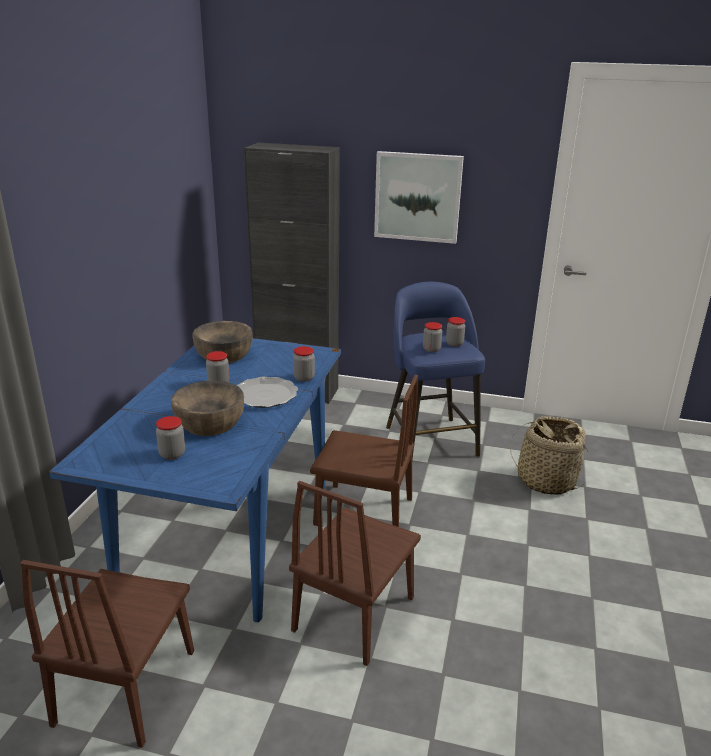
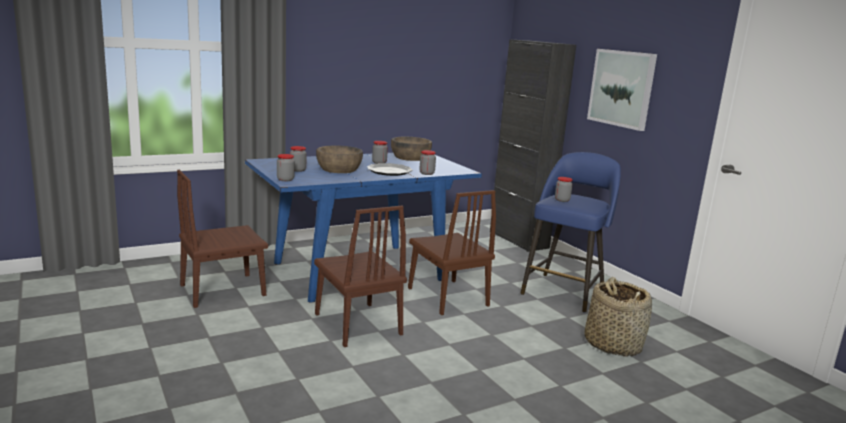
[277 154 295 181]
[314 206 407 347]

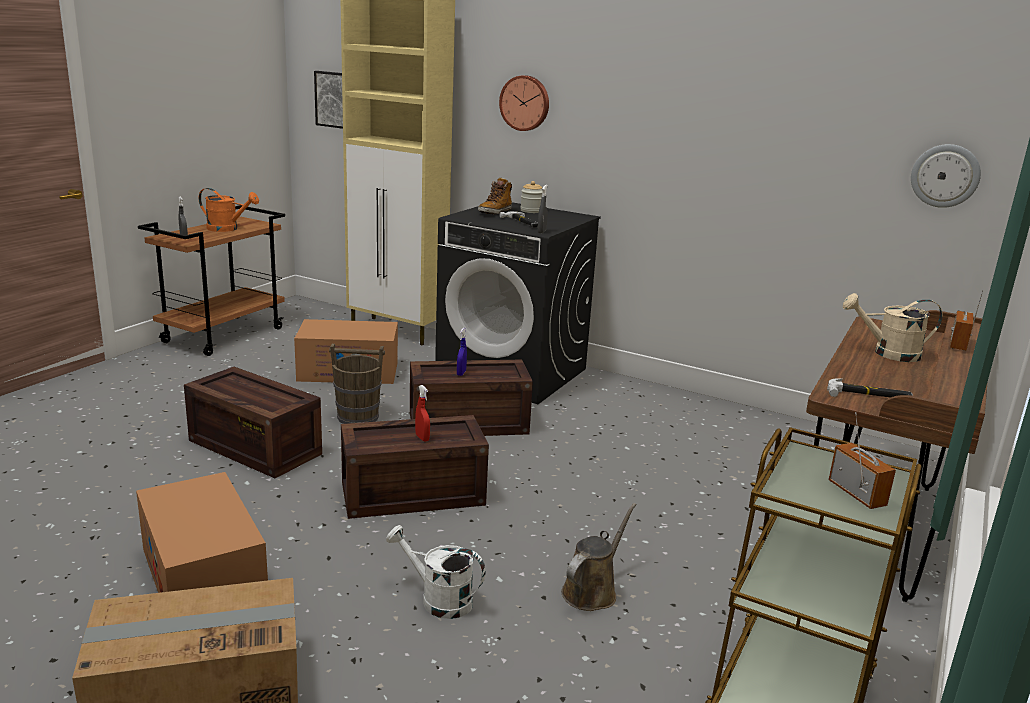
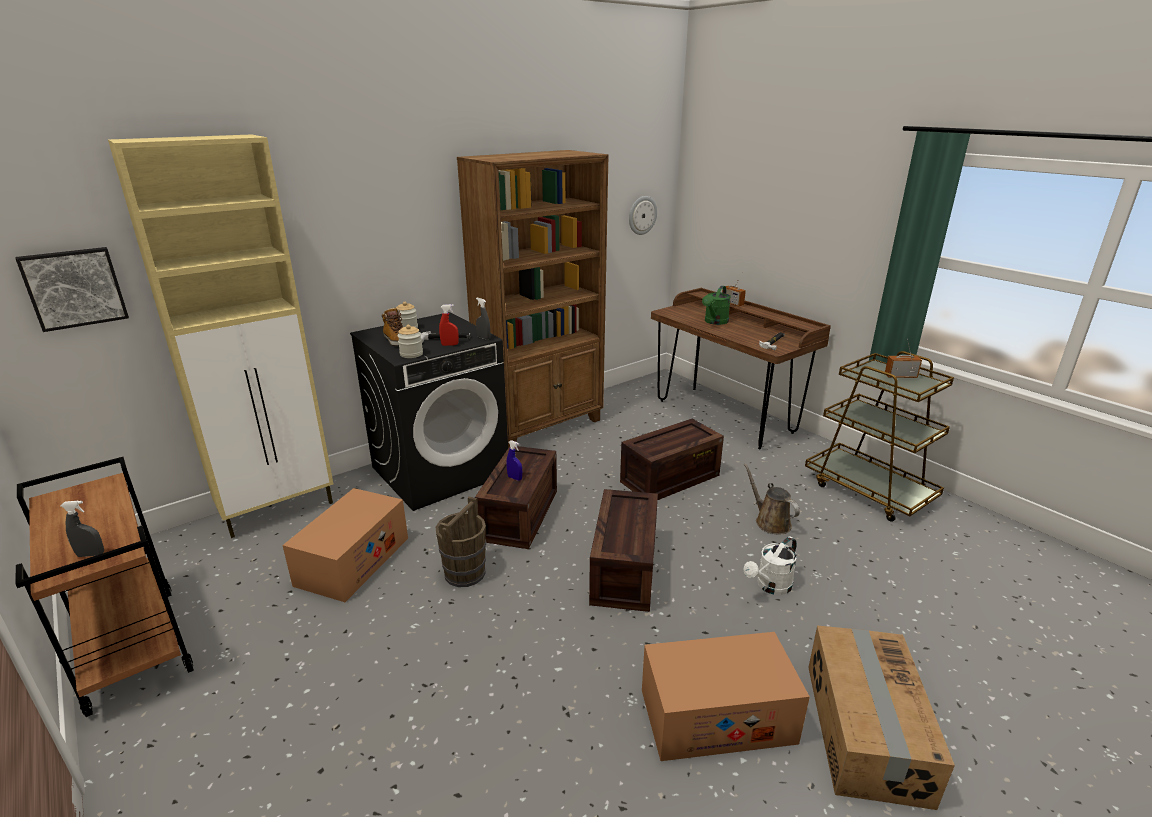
[199 188 259 232] (first image)
[499 75 549 131] (first image)
[397 325 423 358]
[457 150 609 448]
[620 419 724 500]
[439 304 459 346]
[702 286 730 325]

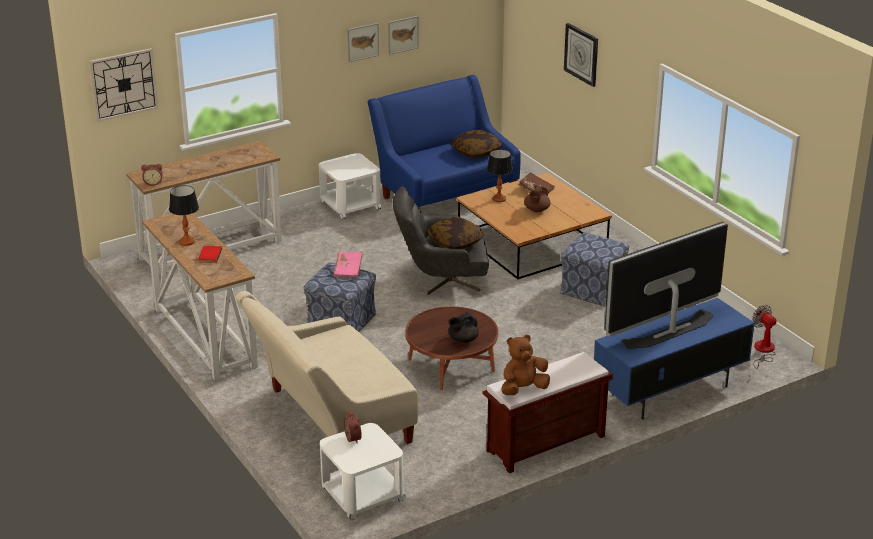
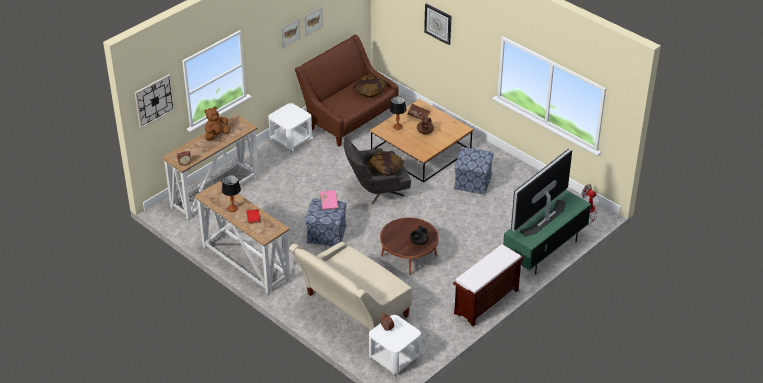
[204 106 230 141]
[295 35 399 147]
[503 190 591 274]

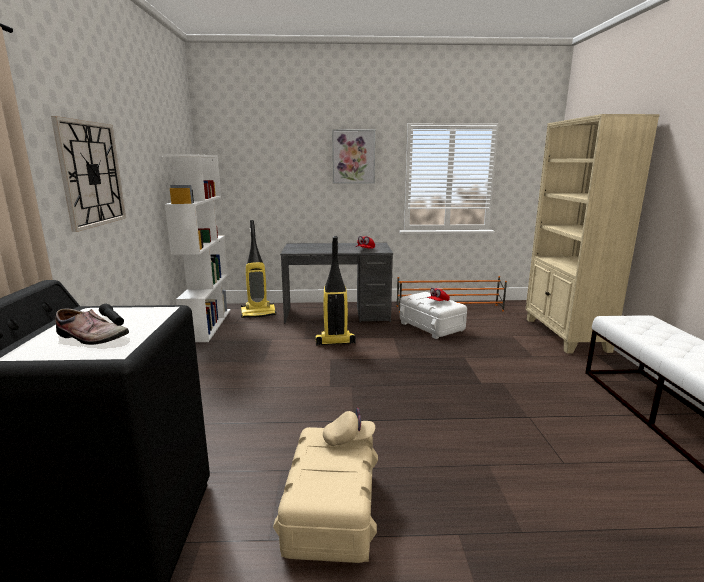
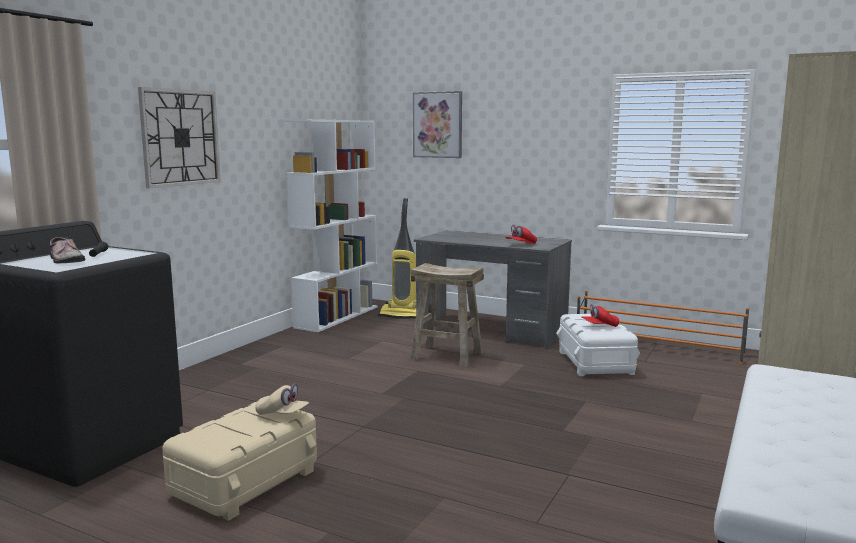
[413 91 462 158]
[410 263 484 367]

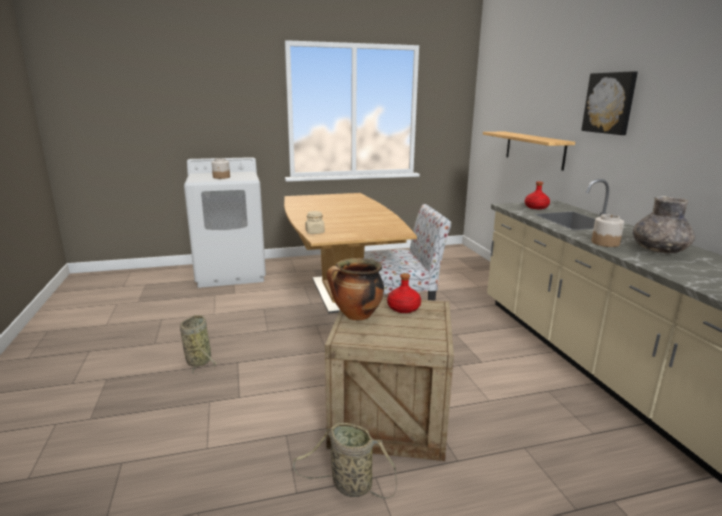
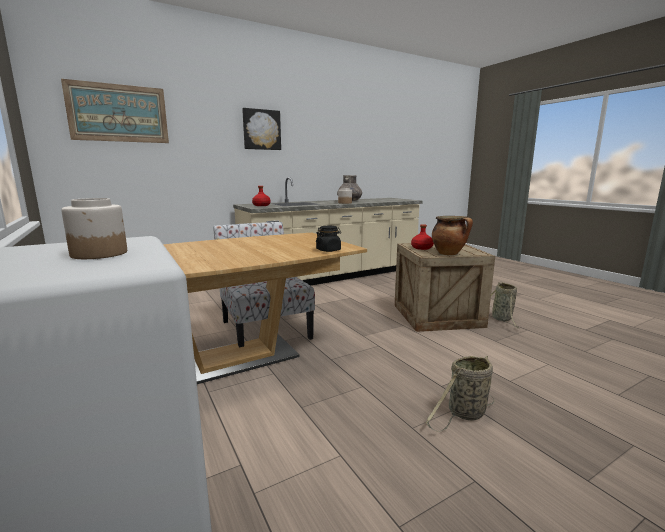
[483 132 575 171] (first image)
[61 79 169 143]
[316 226 341 252]

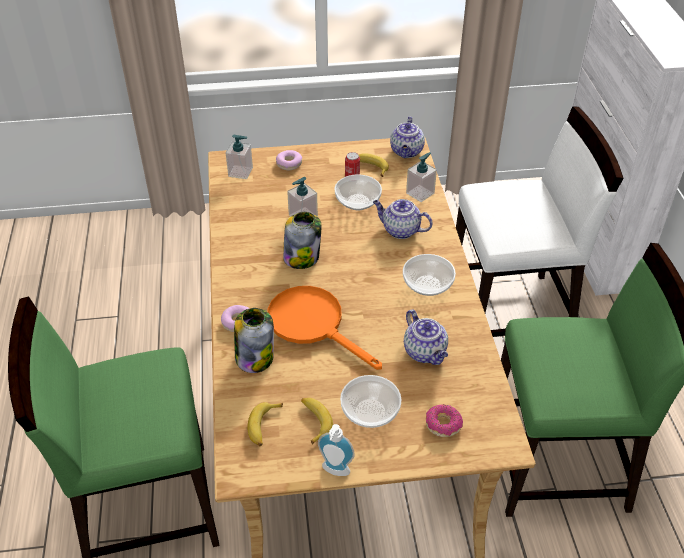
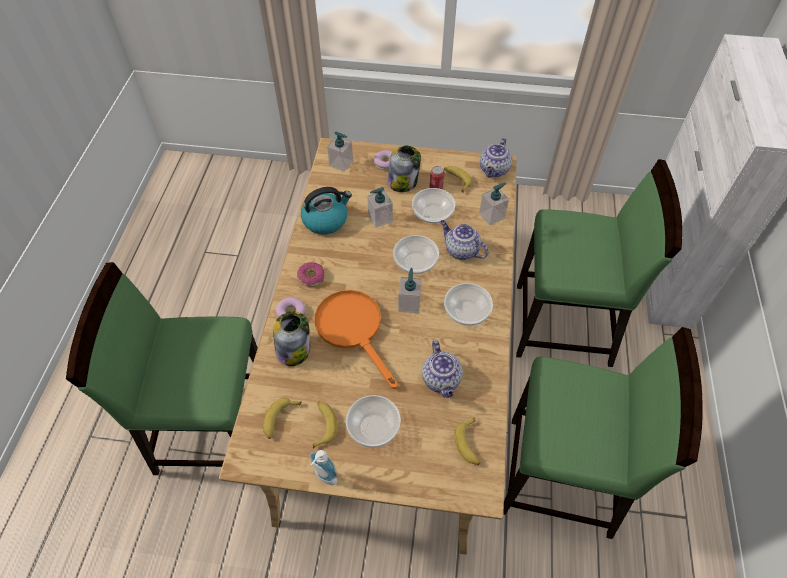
[301 187 352 234]
[393 235 439 274]
[398 268 422 314]
[454 418 481 465]
[387 146 421 192]
[297 262 325 287]
[516 159 683 367]

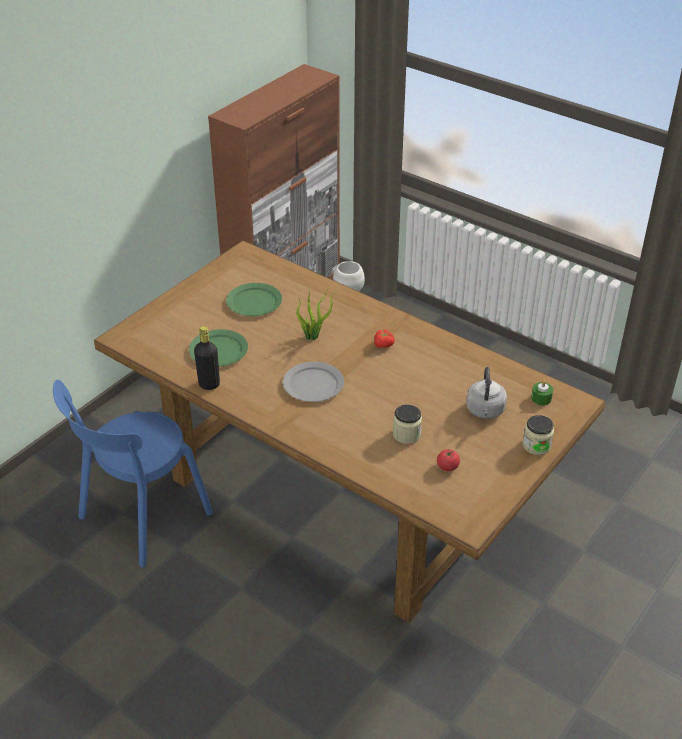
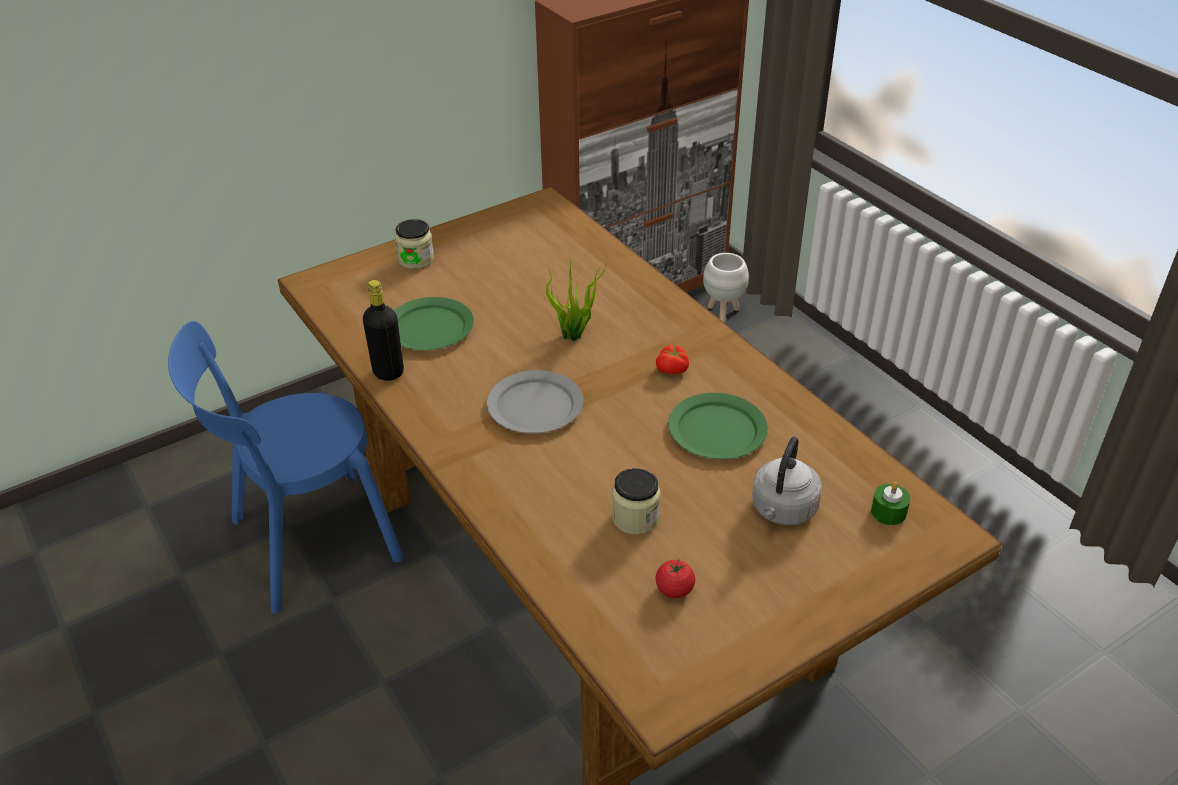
[668 393 768 459]
[395 219 434 269]

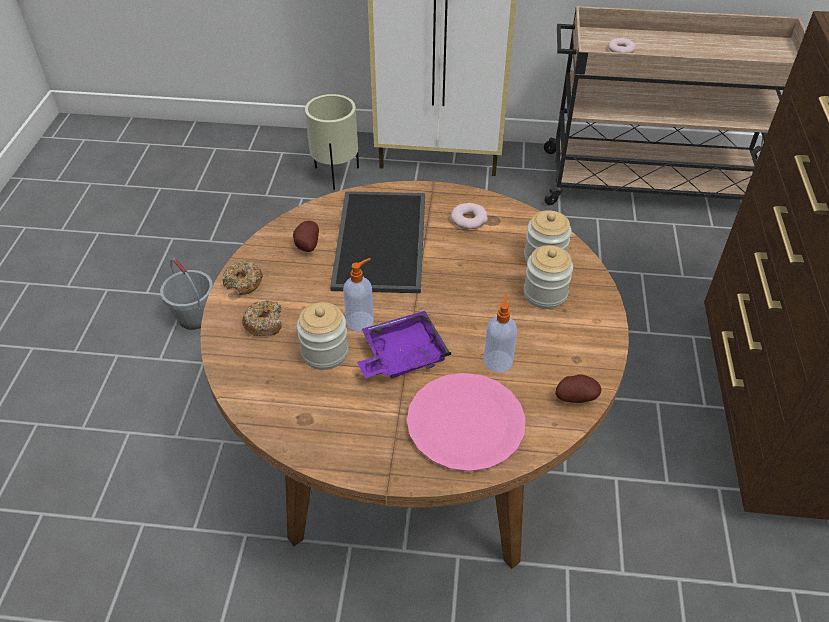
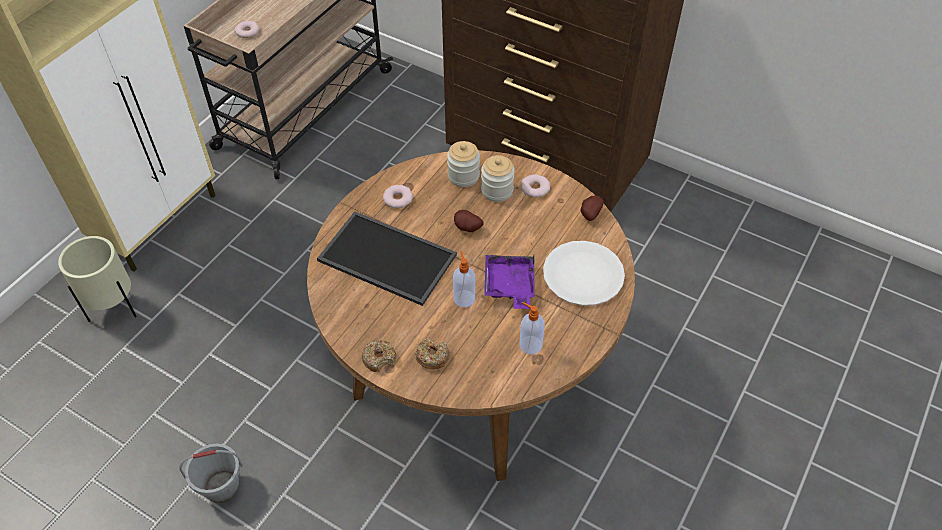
[297 302 348 370] (first image)
[521 174 550 198]
[454 210 484 232]
[520 302 545 354]
[543 241 625 306]

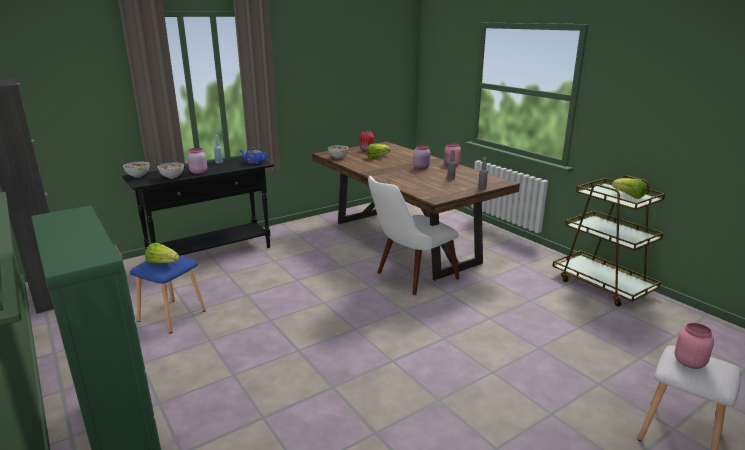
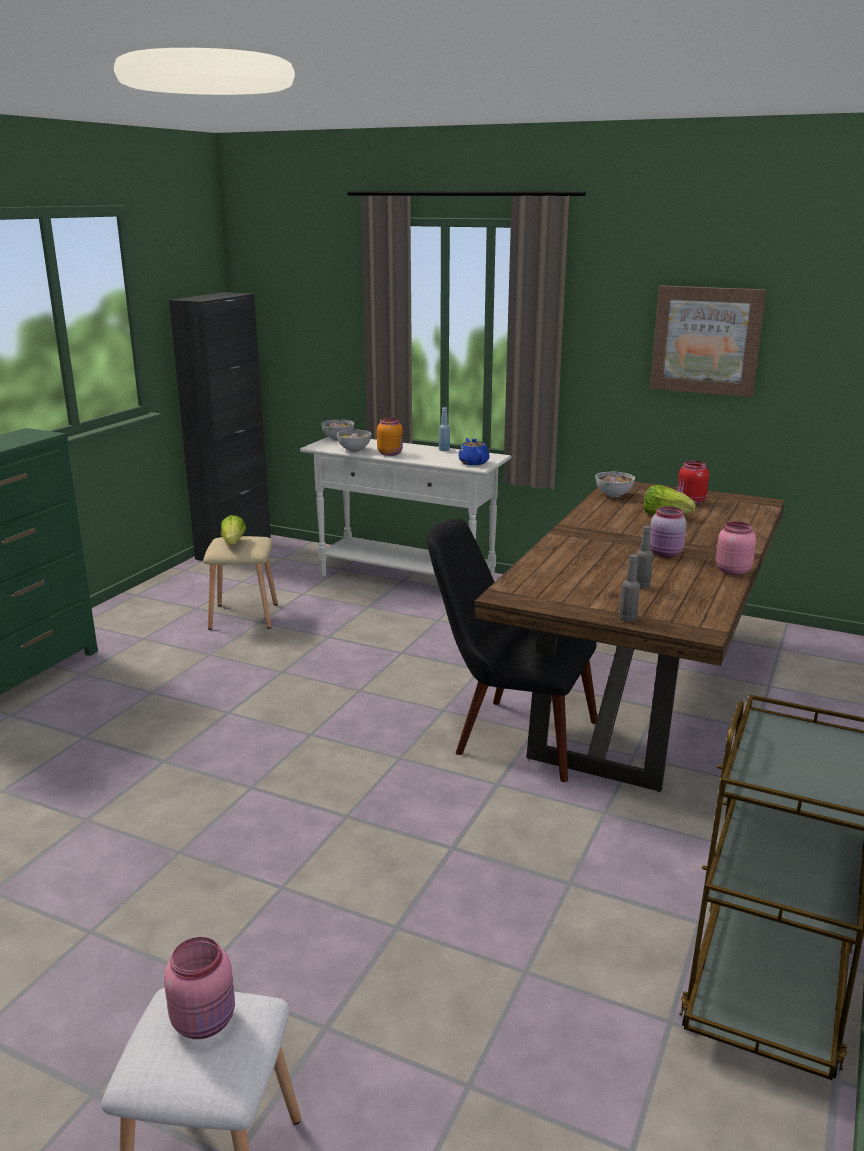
[612 178 646 199] (first image)
[650 285 767 397]
[300 437 512 580]
[203 536 277 630]
[377 418 403 456]
[427 518 598 782]

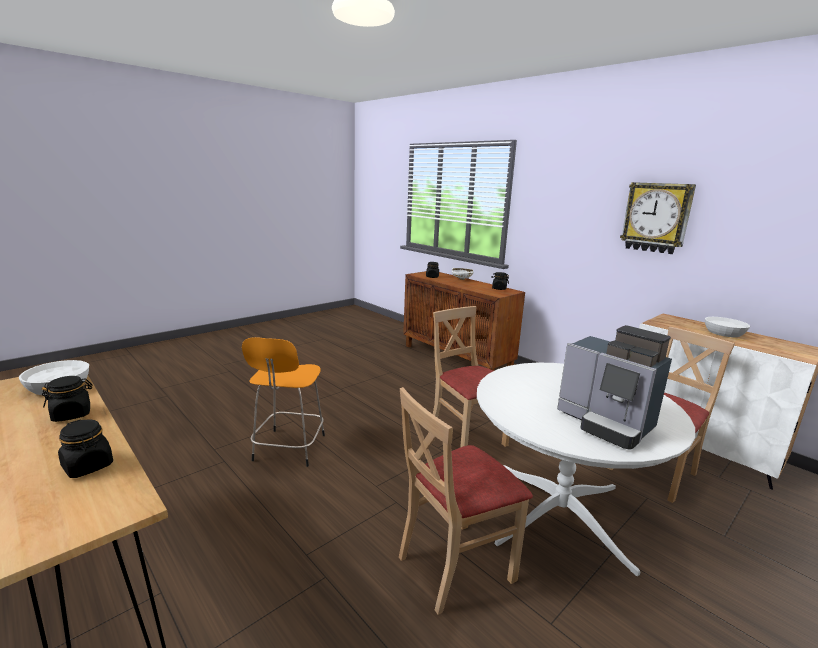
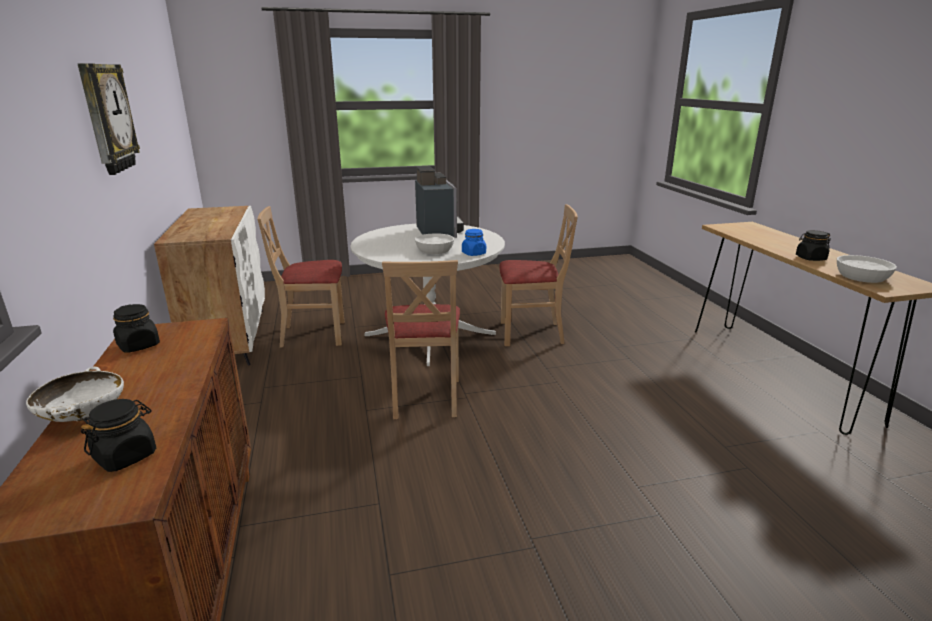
[58 419 113 478] (first image)
[242 337 325 467] (first image)
[462 229 486 256]
[415 233 454 254]

